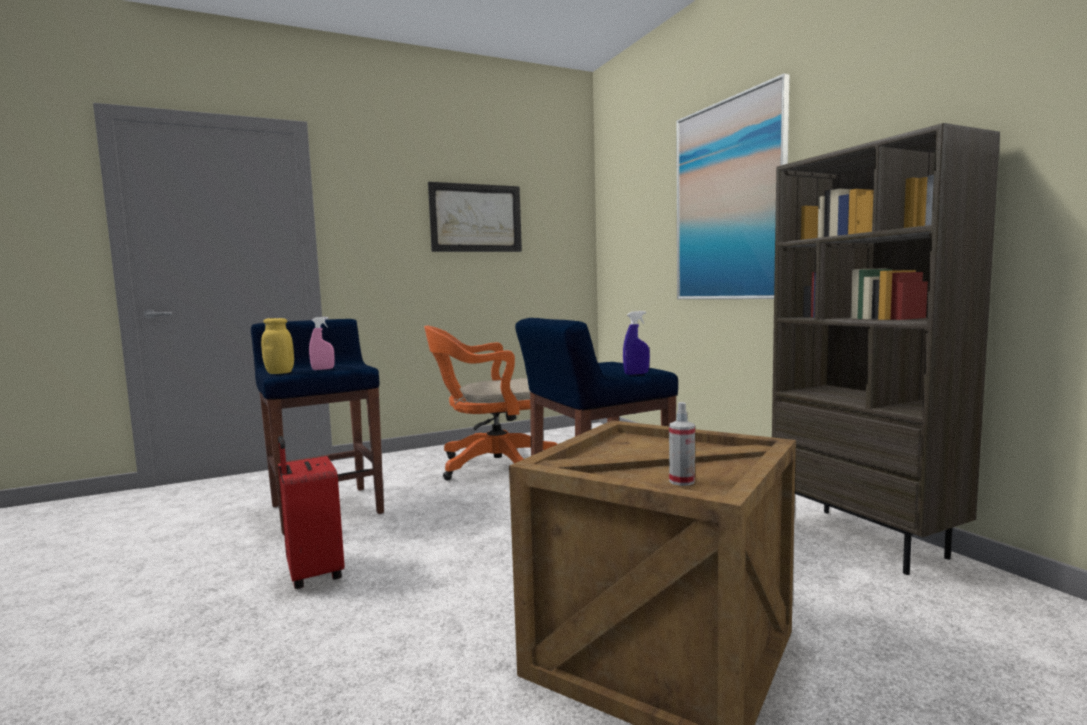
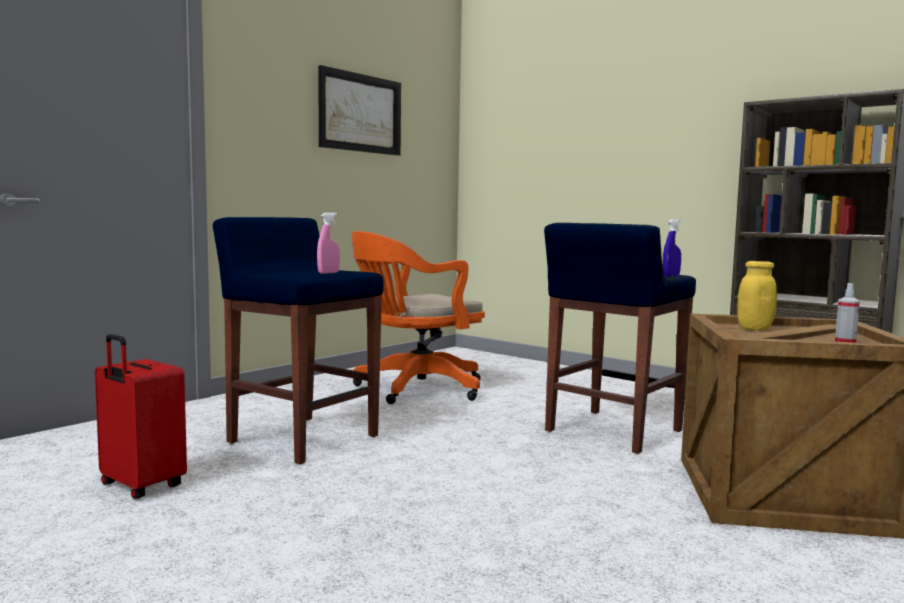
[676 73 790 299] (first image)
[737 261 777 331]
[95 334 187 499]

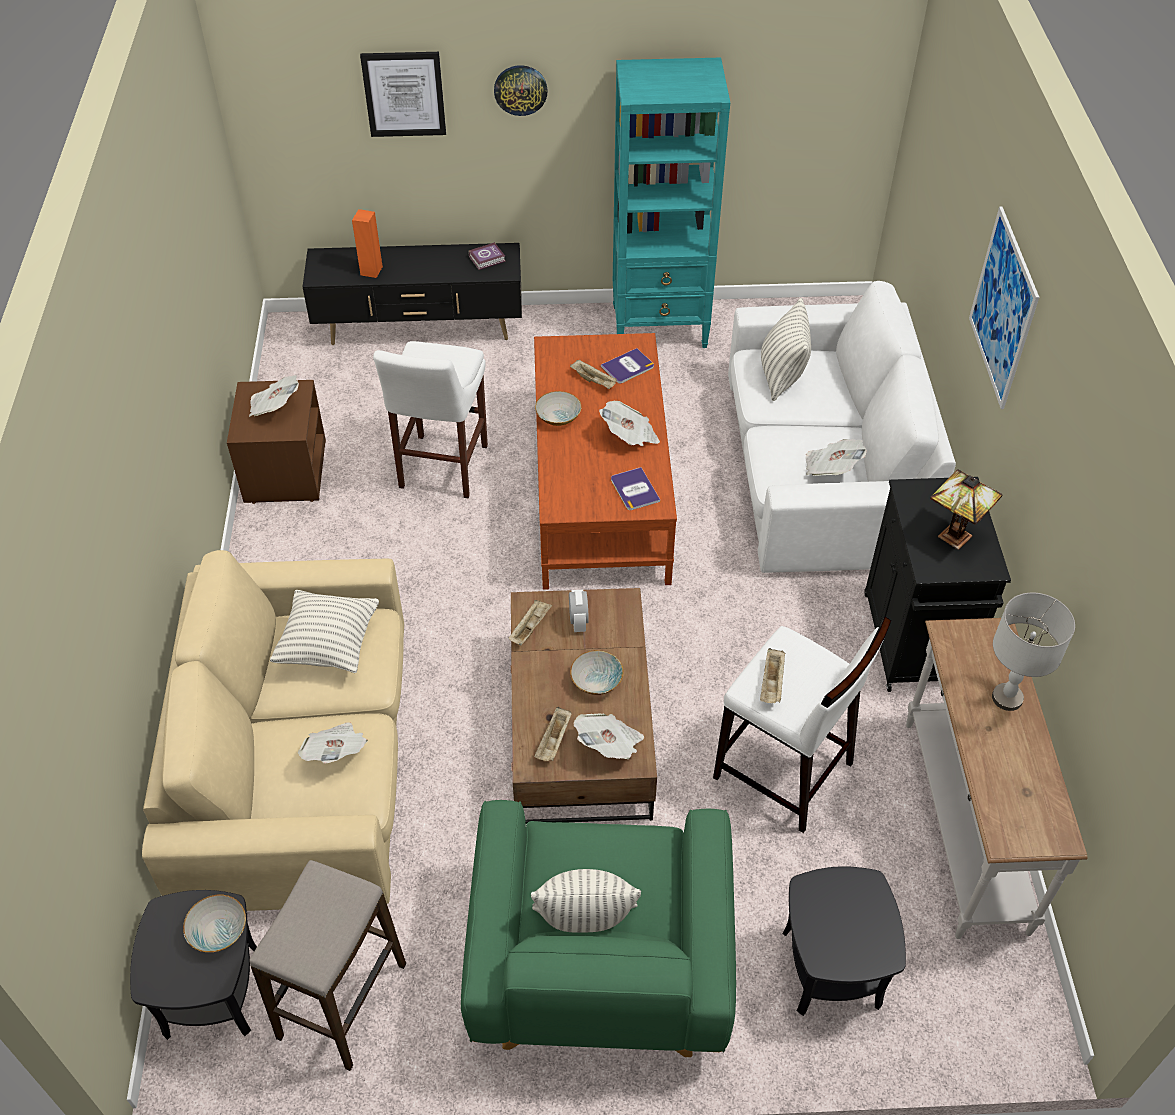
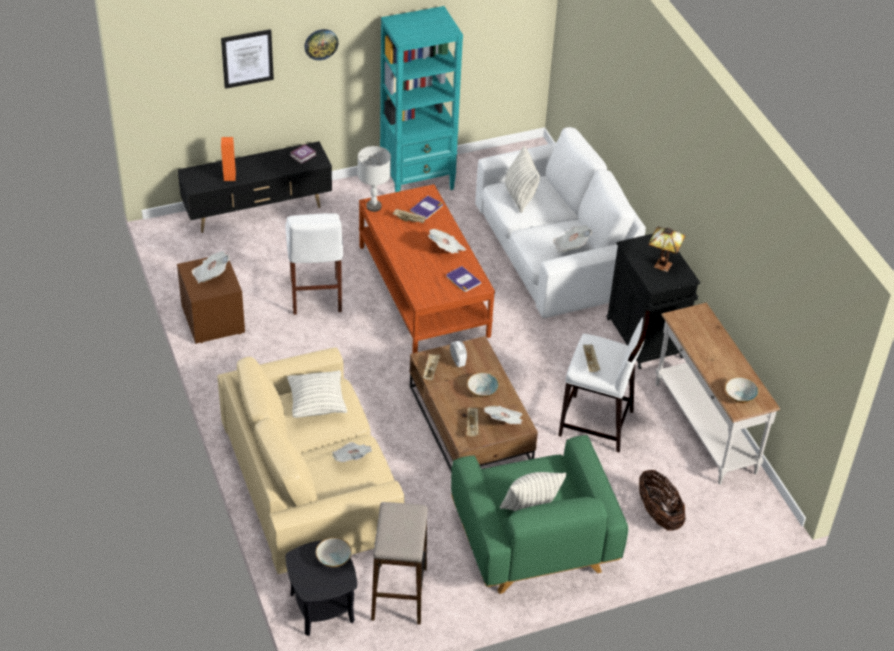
[969 206 1039 409] (first image)
[725 377 759 403]
[358 146 391 212]
[639 470 685 531]

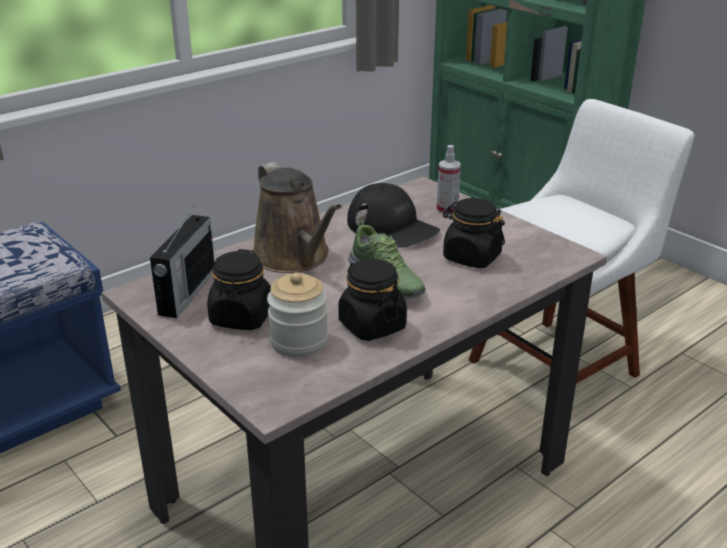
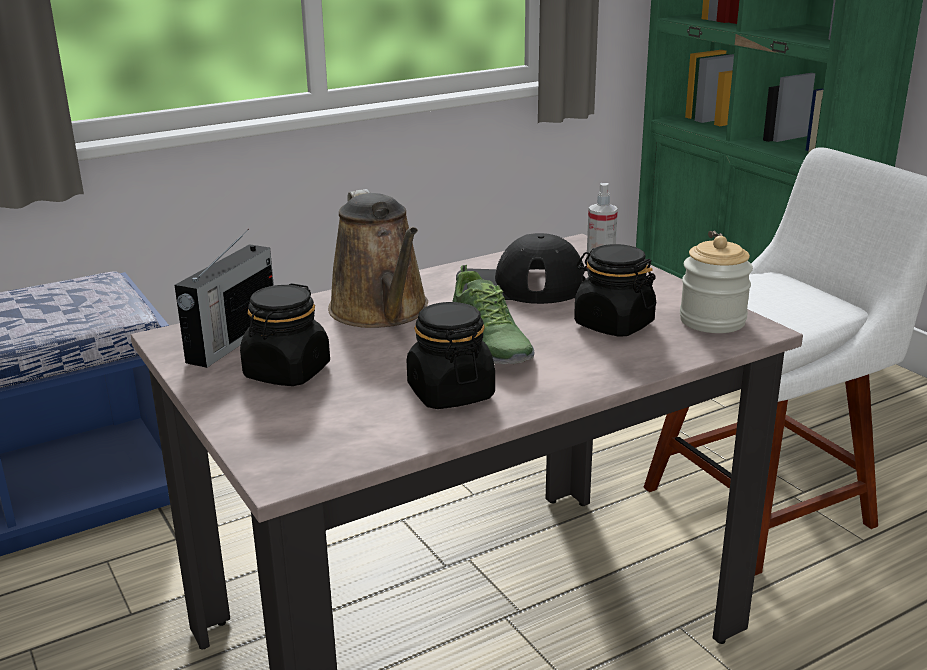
[680 236 753 333]
[456 233 586 304]

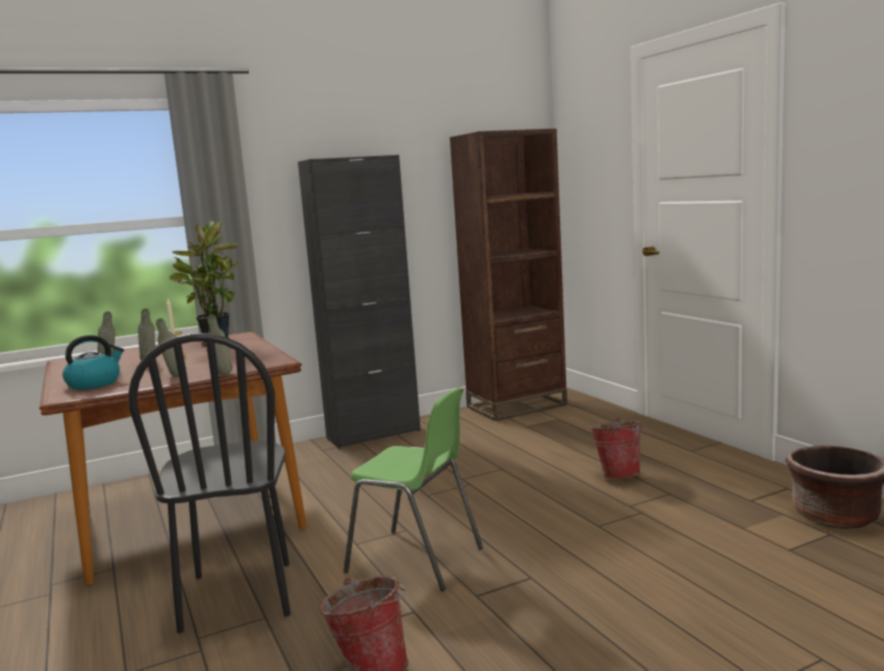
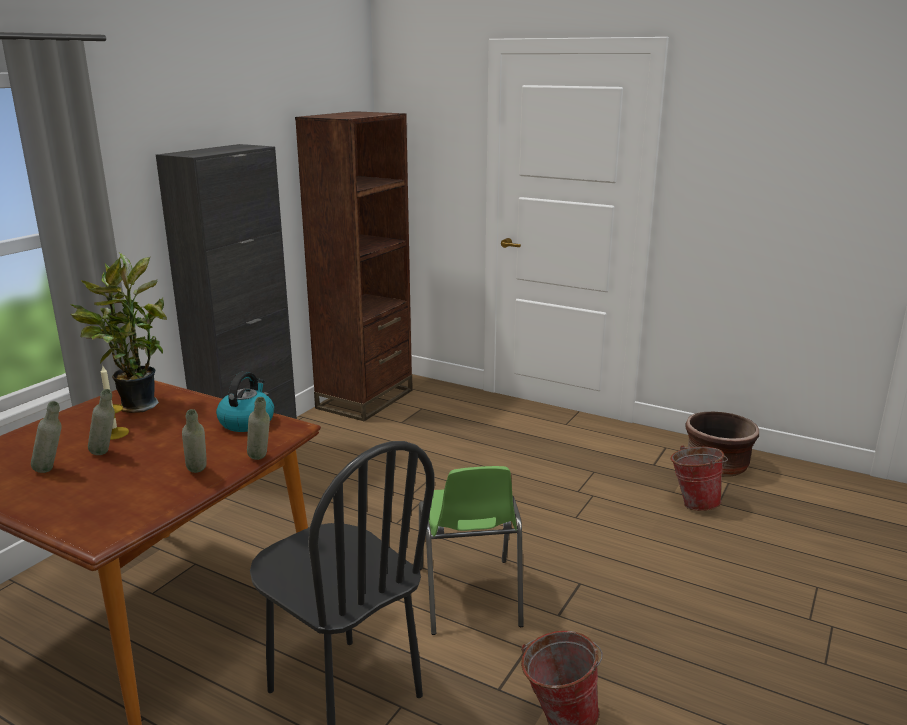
[216 371 274 432]
[670 445 728 511]
[419 466 524 635]

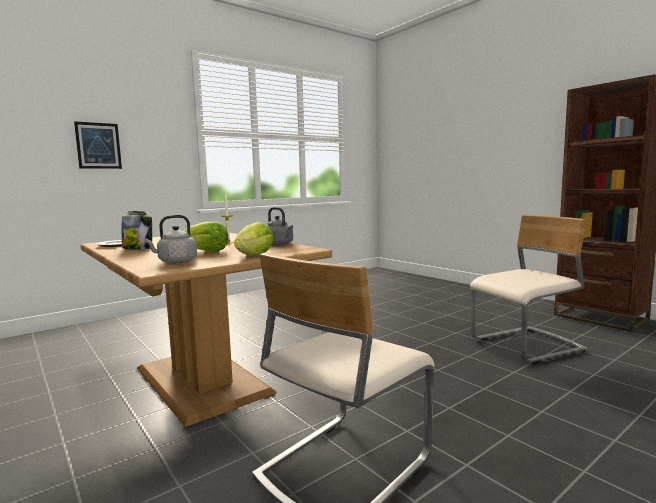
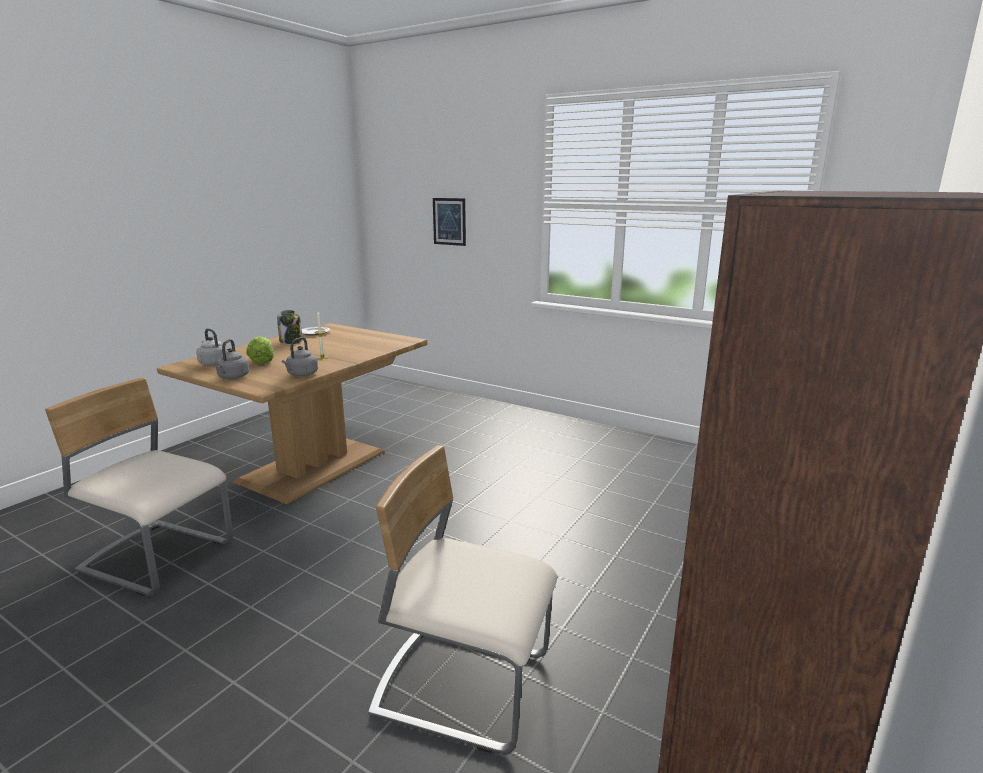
[216 339 250 379]
[368 445 557 754]

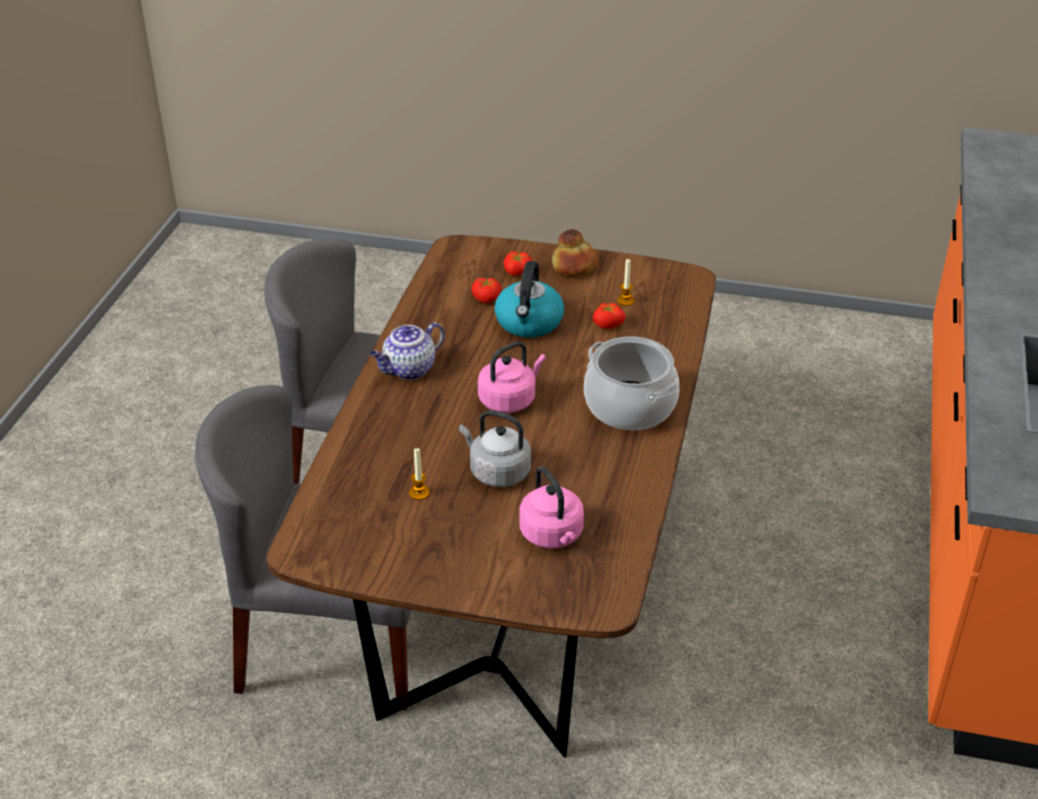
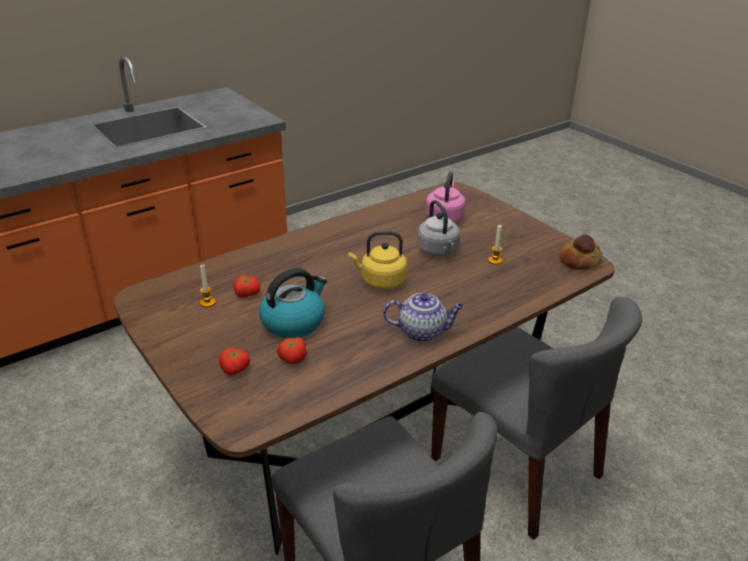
[584 336 679 431] (first image)
[560 234 602 270]
[349 231 407 289]

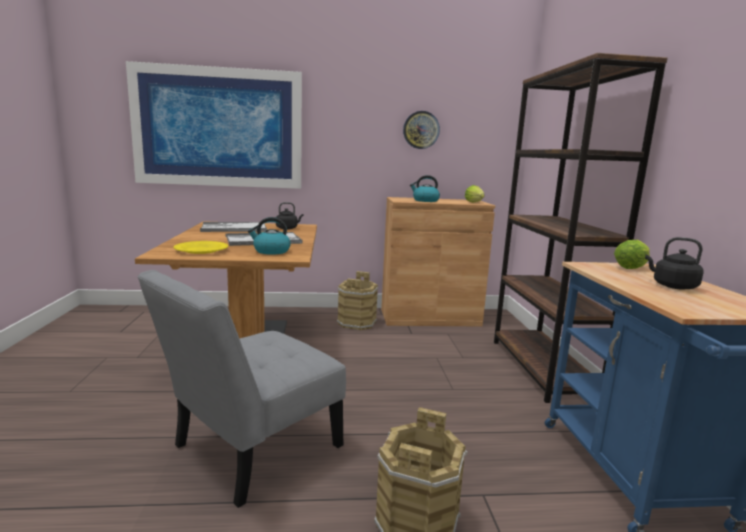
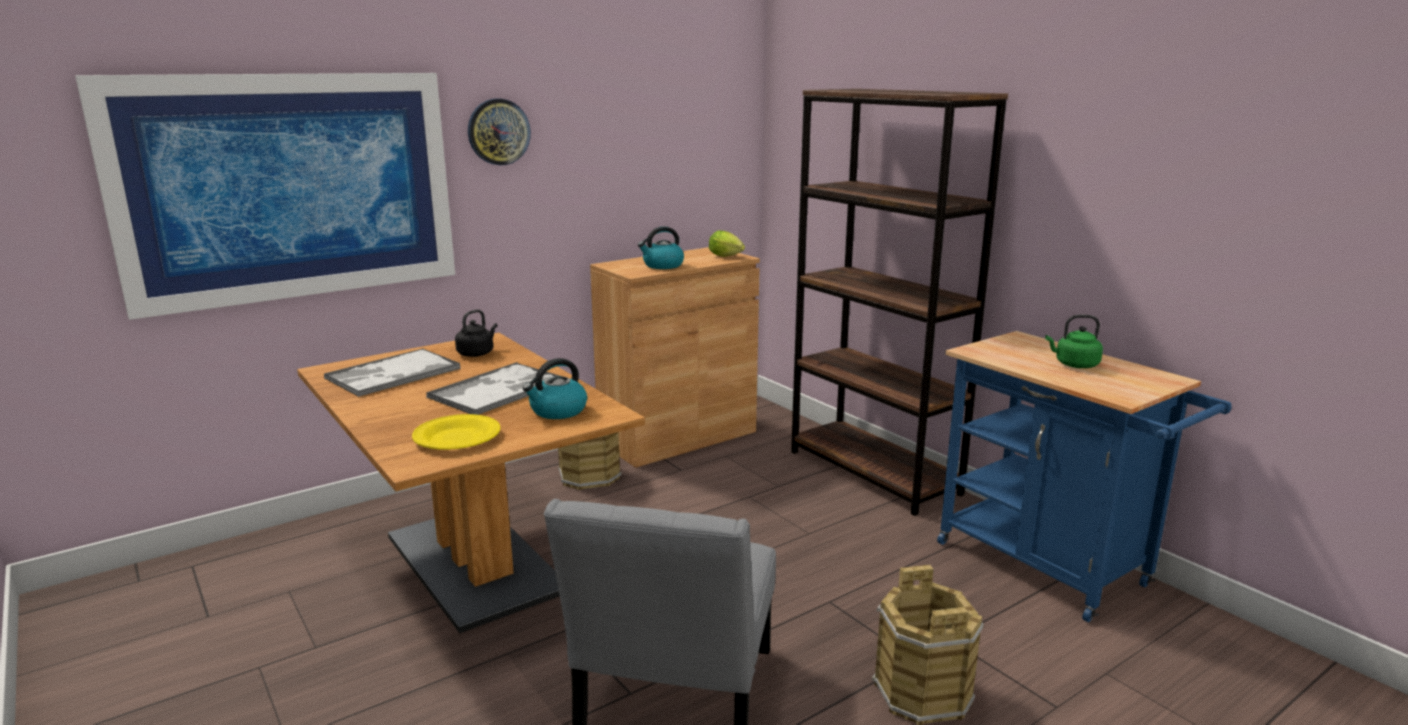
[614 240 650 269] (first image)
[468 98 531 166]
[1045 315 1103 368]

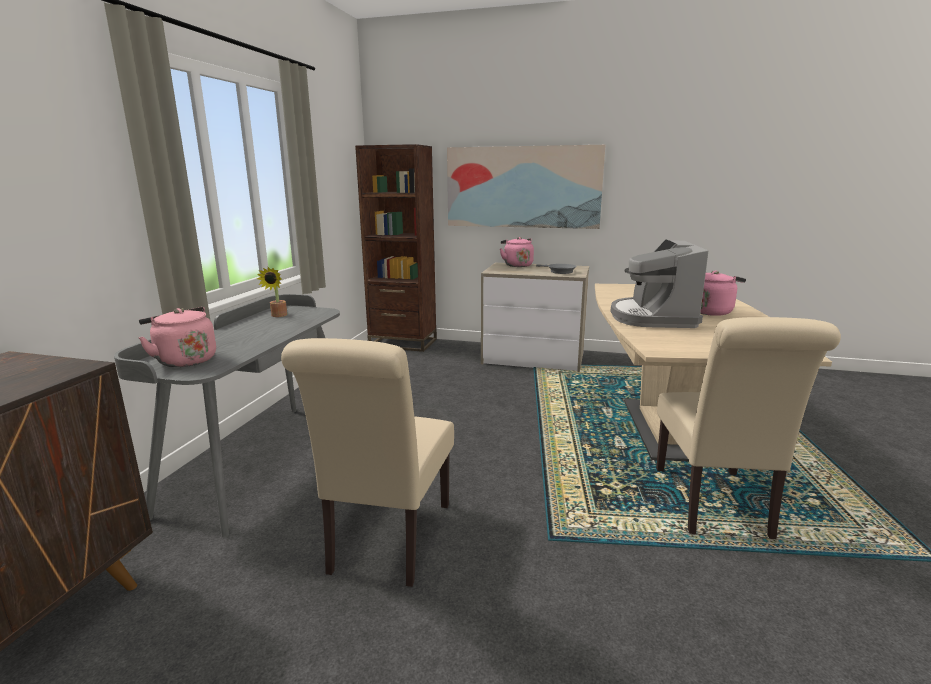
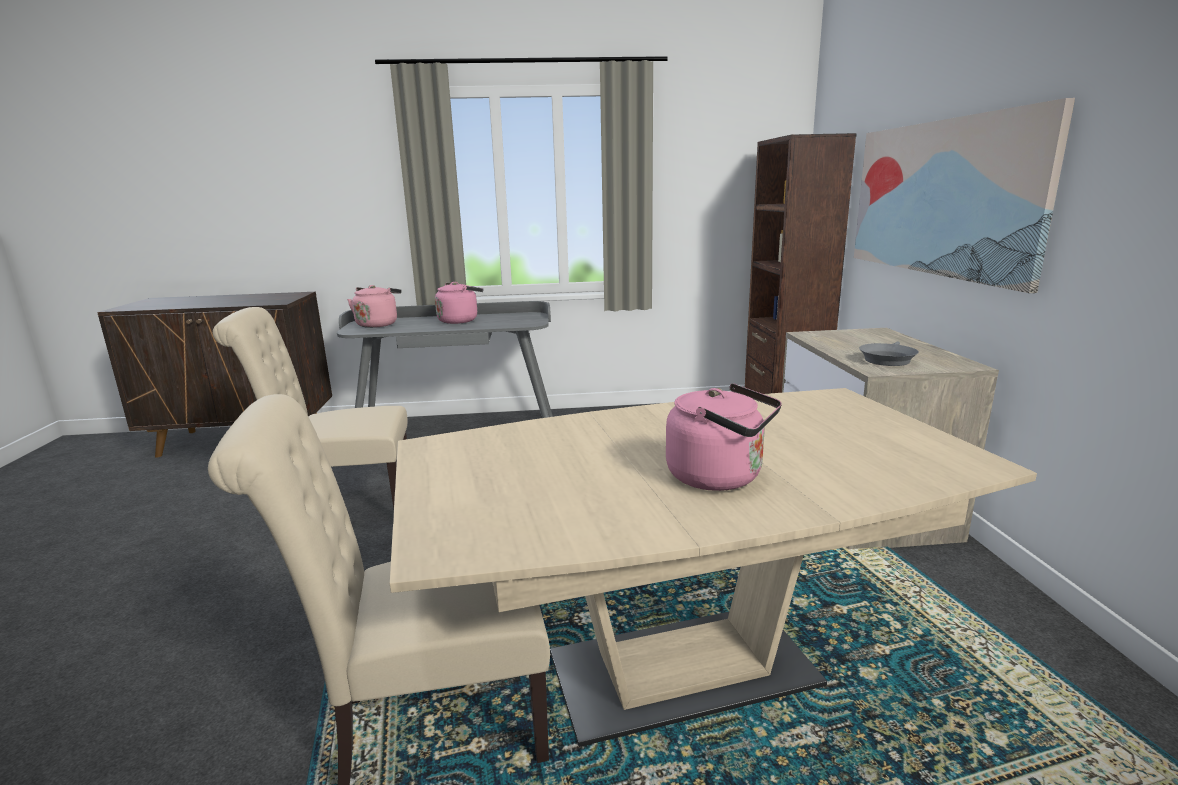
[257 267 287 317] (first image)
[610 239 708 328] (first image)
[435 282 483 324]

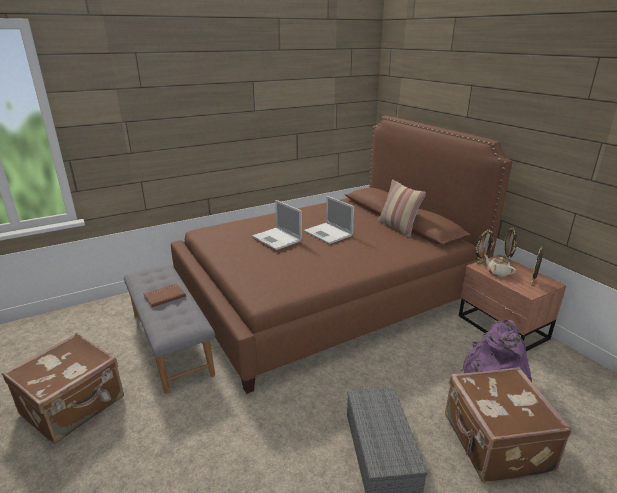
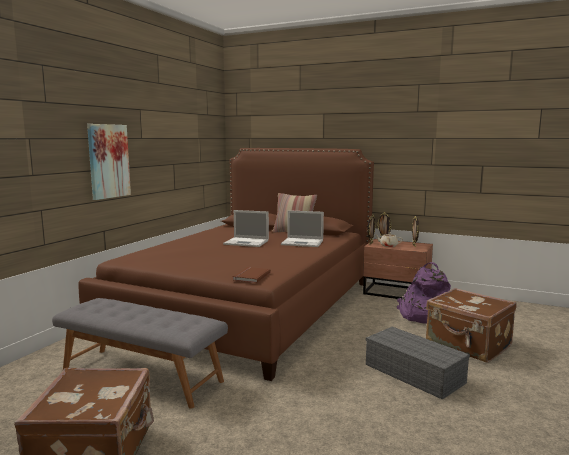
[87 124 131 200]
[233 267 271 283]
[281 210 324 247]

